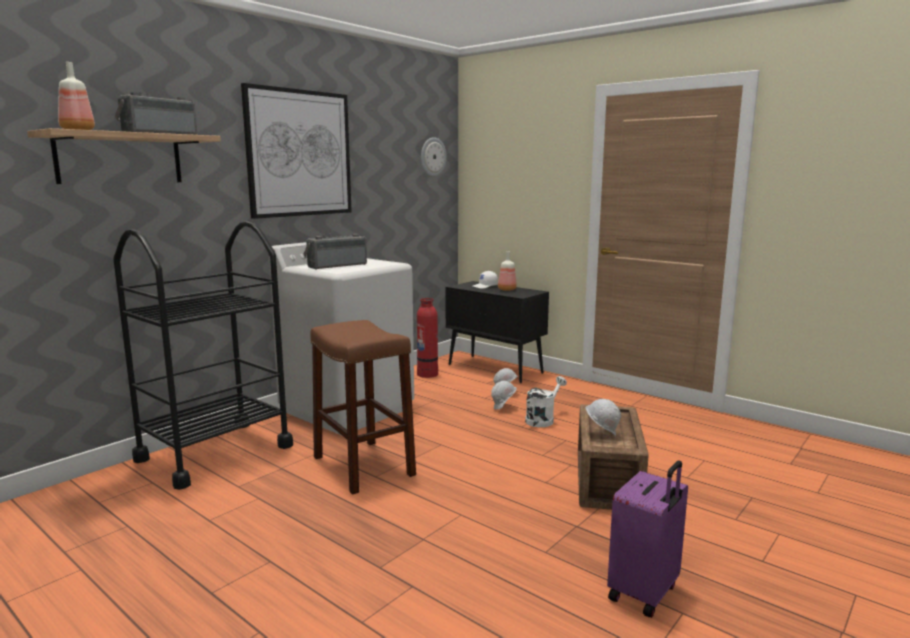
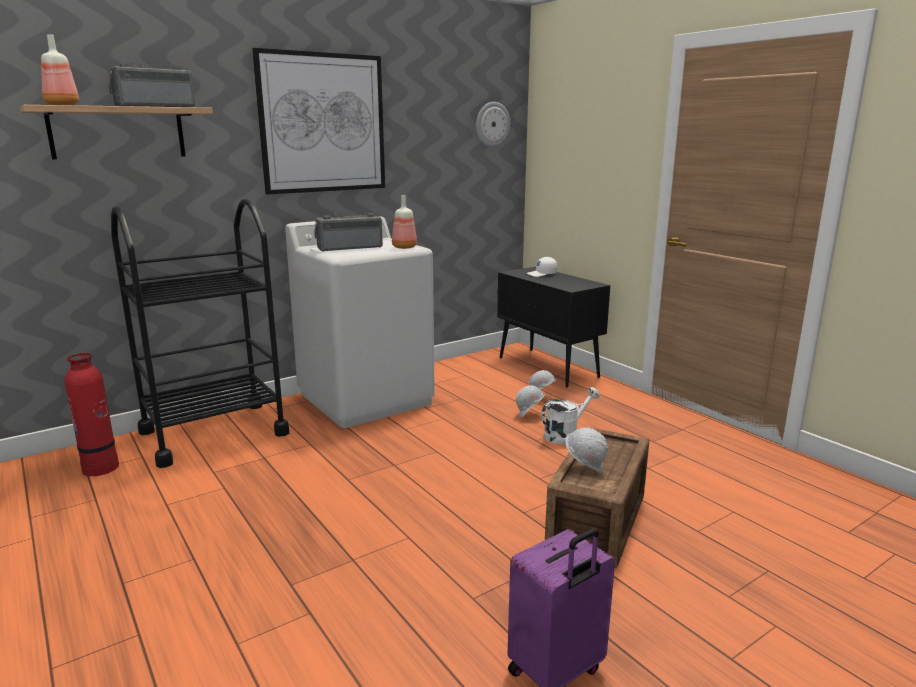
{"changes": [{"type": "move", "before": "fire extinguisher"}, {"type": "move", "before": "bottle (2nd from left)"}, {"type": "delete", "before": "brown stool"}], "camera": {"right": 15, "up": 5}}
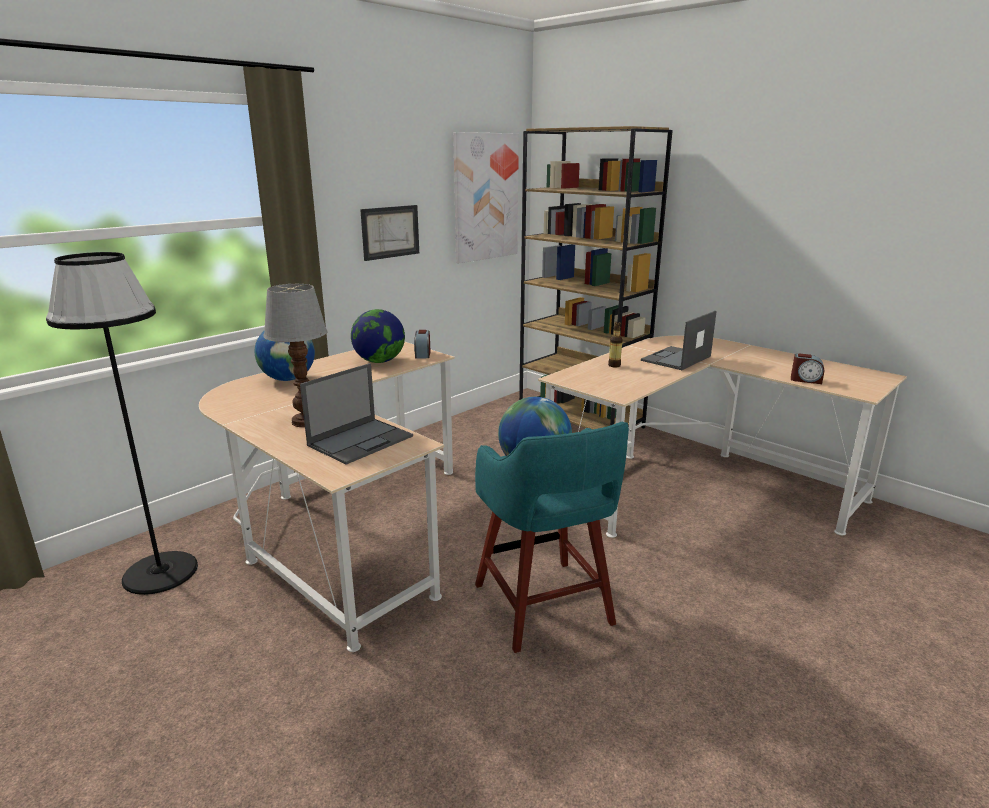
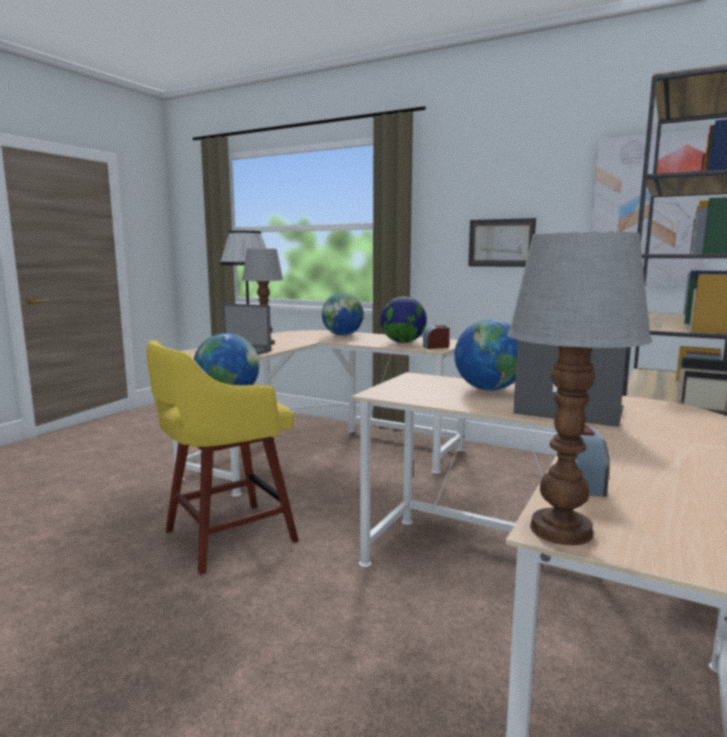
{"changes": [{"type": "recolor", "before": "turquoise stool", "after": "yellow stool"}, {"type": "replace", "before": "bottle", "after": "globe (4th from left)"}, {"type": "insert", "after": "table lamp (2nd from left)"}], "camera": {"right": 75, "up": -10}}
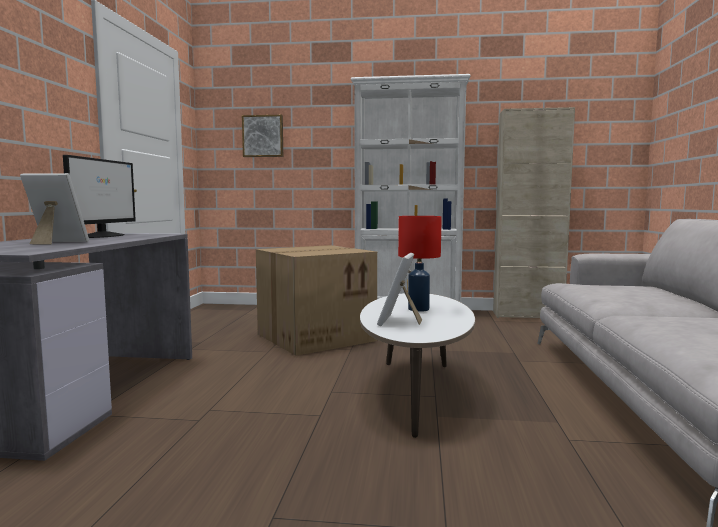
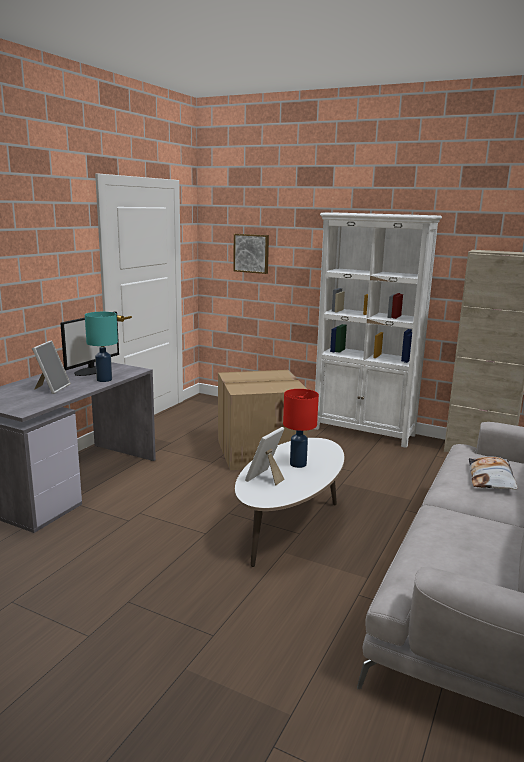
{"changes": [{"type": "rotate", "before": "picture frame (1st from left)", "turn": 75}, {"type": "insert", "after": "turquoise table lamp"}, {"type": "insert", "after": "pillow"}], "camera": {"right": 20, "up": 10}}
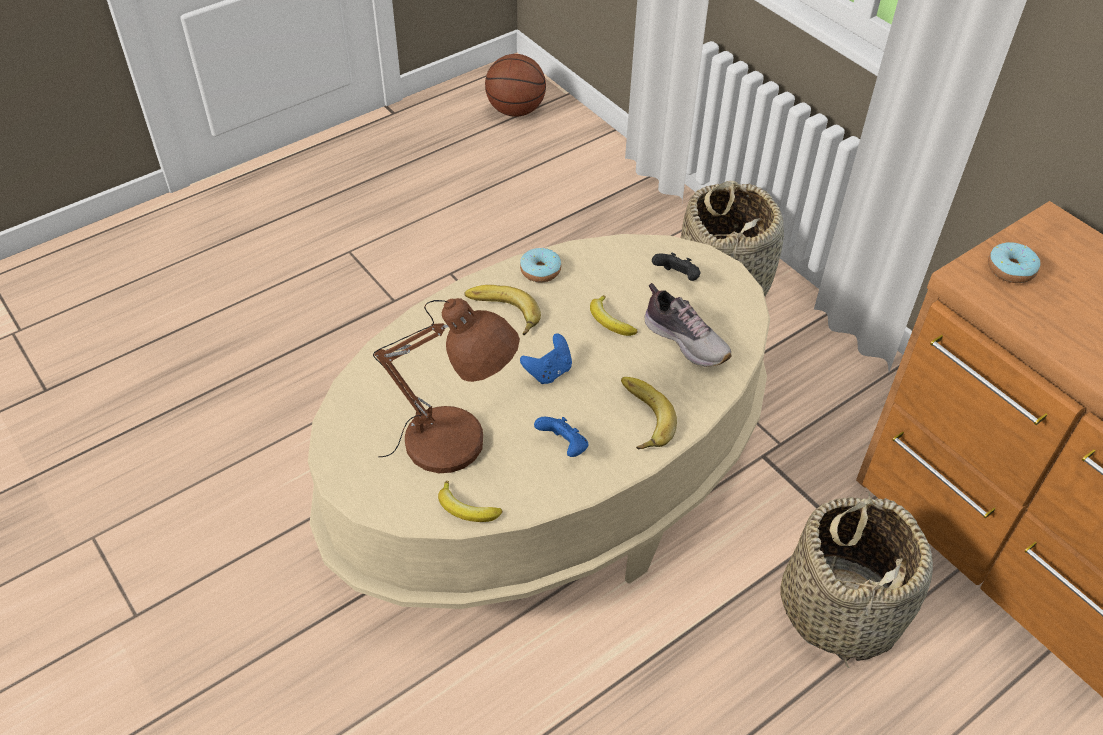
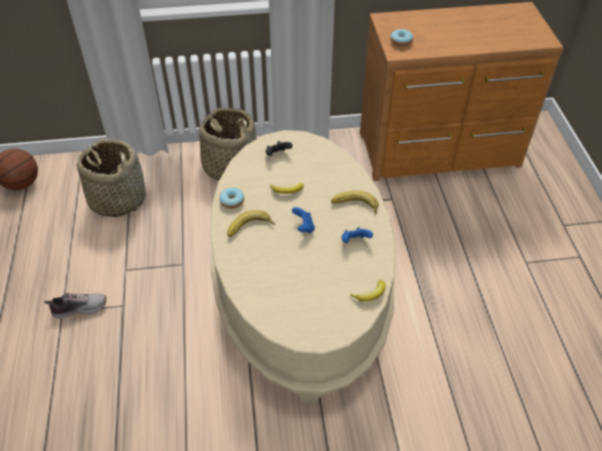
{"changes": [{"type": "move", "before": "shoe"}, {"type": "move", "before": "basket (2nd from left in the first image)", "after": "basket (1st from left)"}, {"type": "delete", "before": "brown table lamp"}], "camera": {"right": -60, "up": 0}}
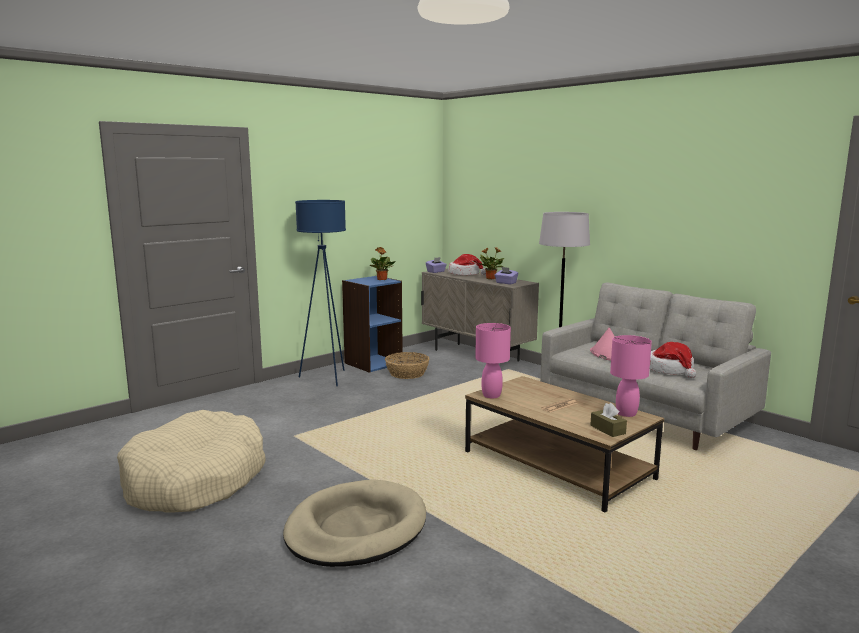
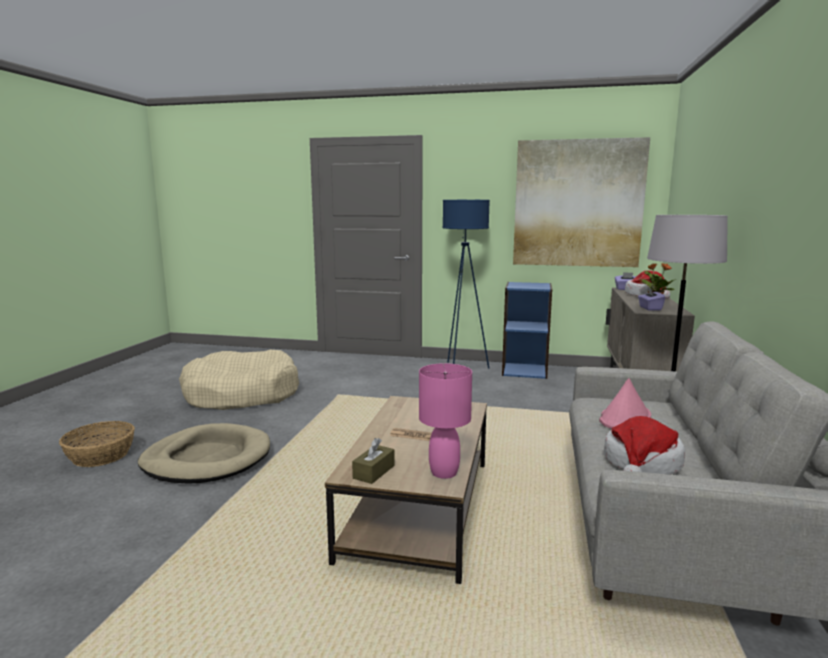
{"changes": [{"type": "move", "before": "basket"}, {"type": "insert", "after": "picture"}, {"type": "delete", "before": "potted plant (1st from left)"}, {"type": "delete", "before": "pink table lamp (1st from left)"}], "camera": {"right": 55, "up": 0}}
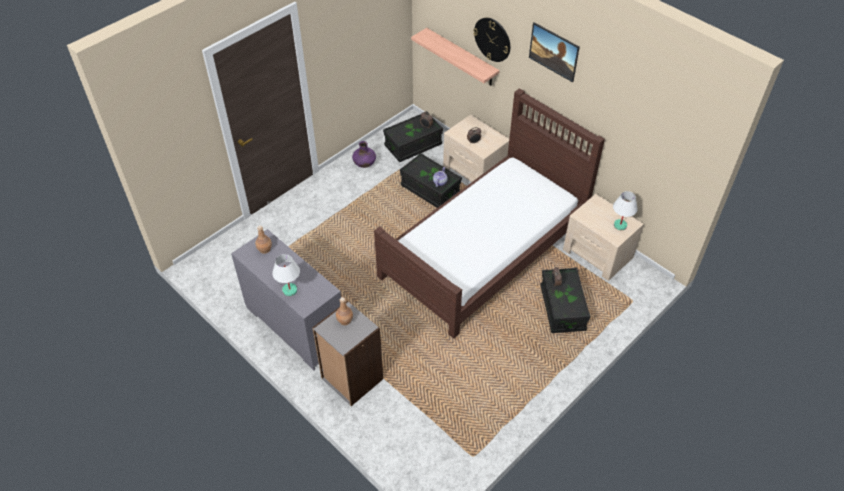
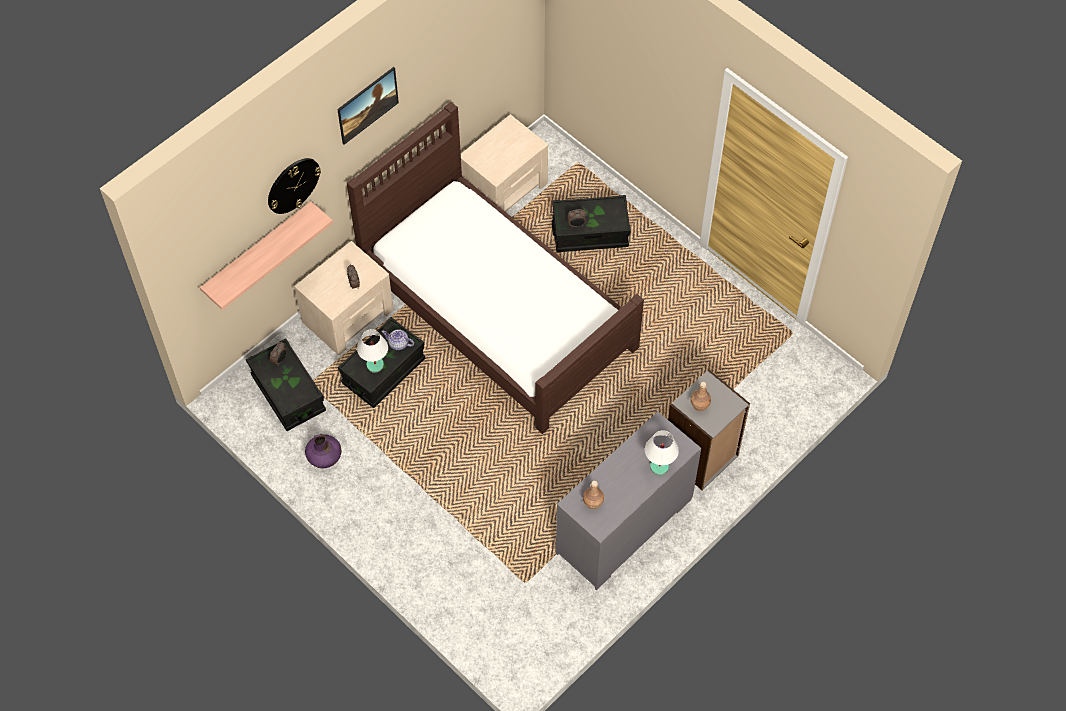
{"changes": [{"type": "move", "before": "white table lamp (2nd from left in the first image)", "after": "white table lamp (1st from left)"}], "camera": {"right": -90, "up": 10}}
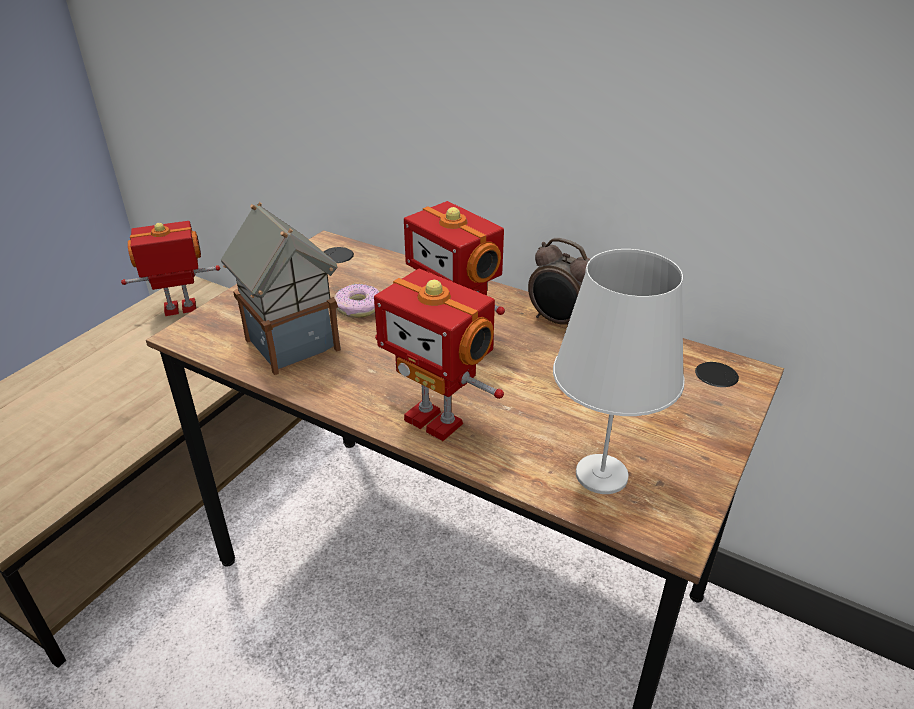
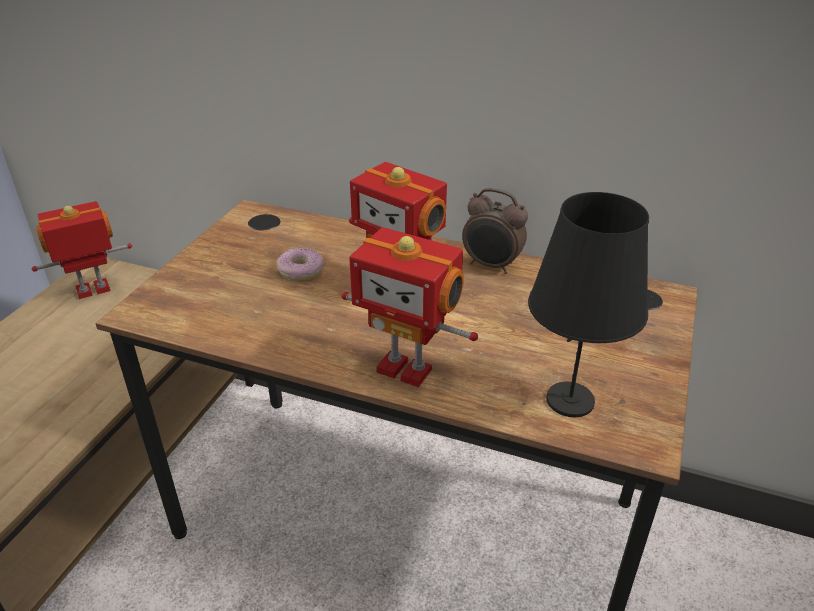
{"changes": [{"type": "recolor", "before": "white table lamp", "after": "black table lamp"}, {"type": "delete", "before": "toy house"}], "camera": {"right": -10, "up": 0}}
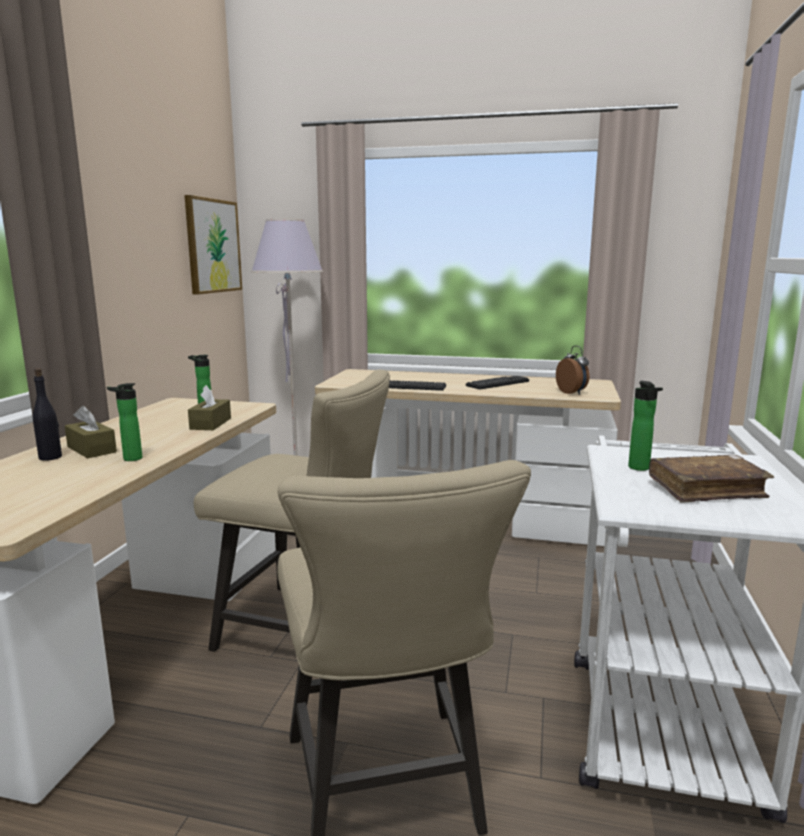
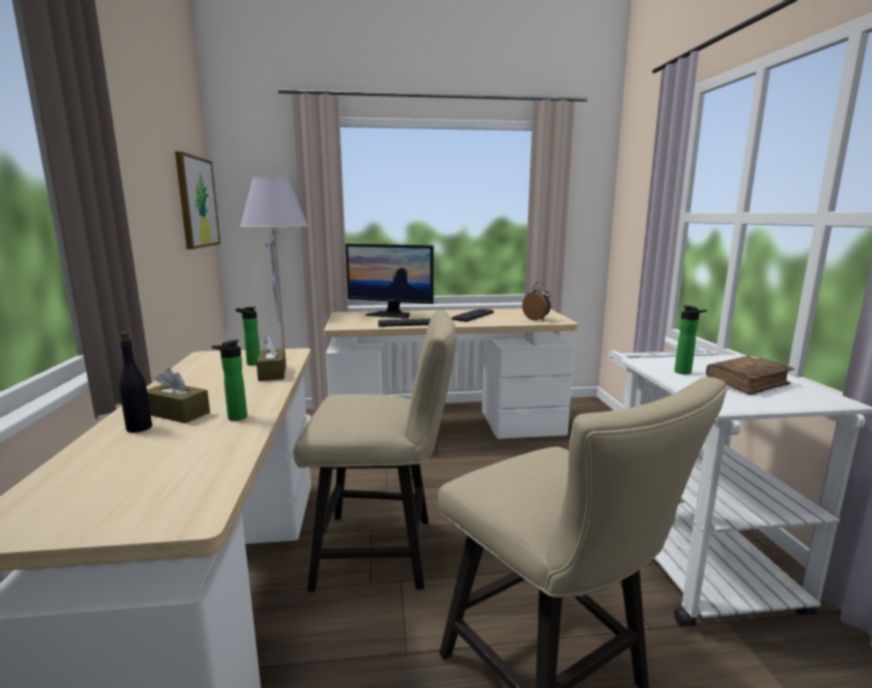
{"changes": [{"type": "insert", "after": "monitor"}], "camera": {"right": -20, "up": 0}}
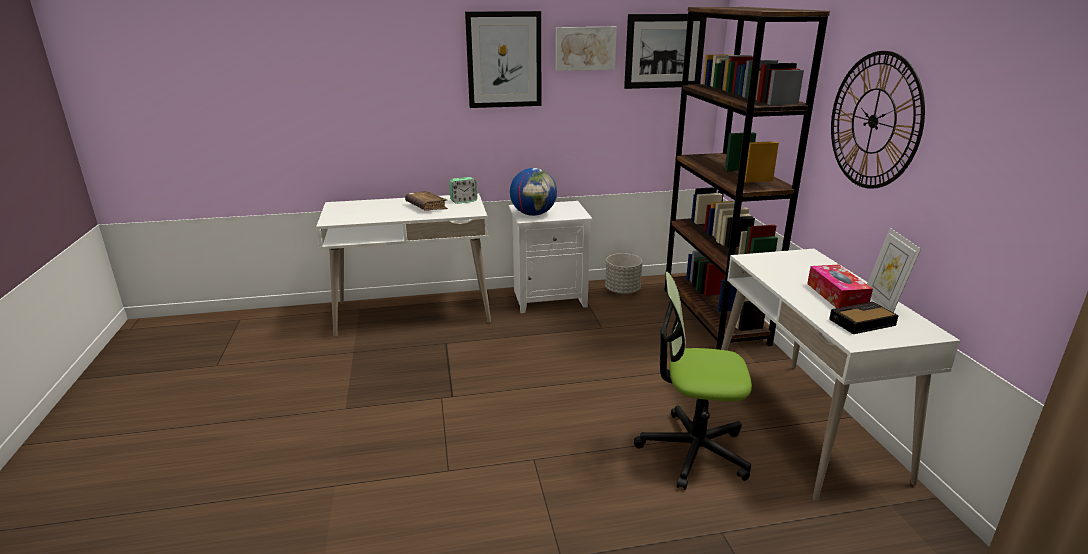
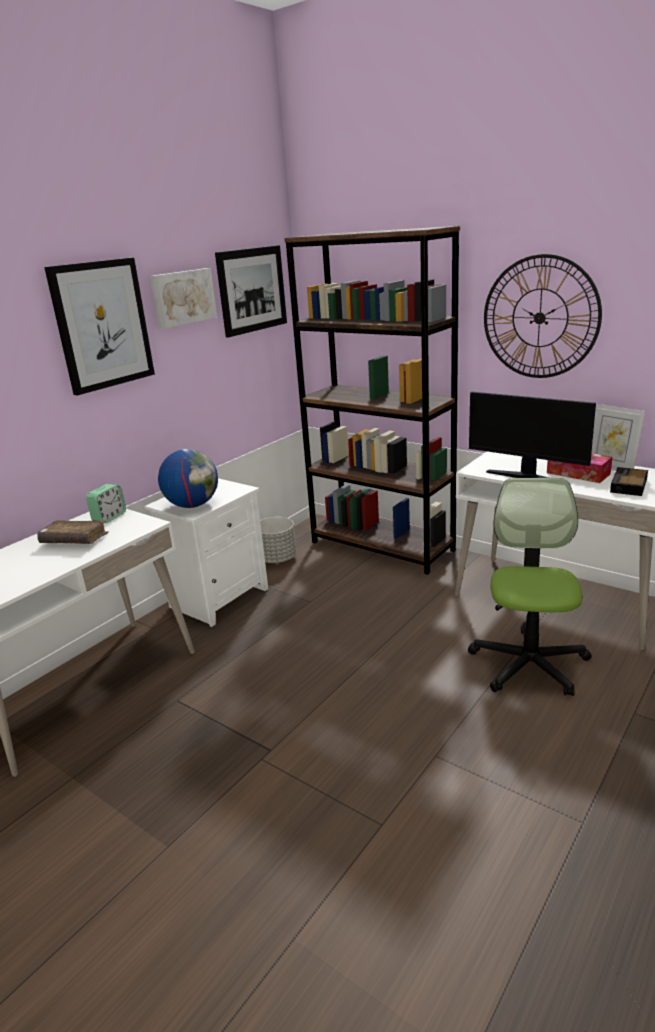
{"changes": [{"type": "rotate", "before": "office chair", "turn": 135}, {"type": "insert", "after": "monitor"}], "camera": {"right": -40, "up": 0}}
